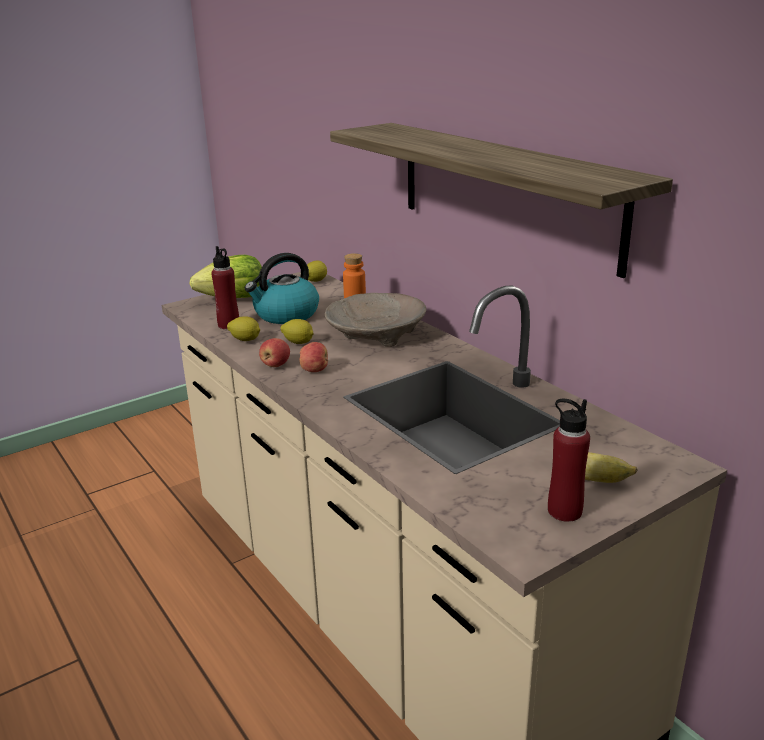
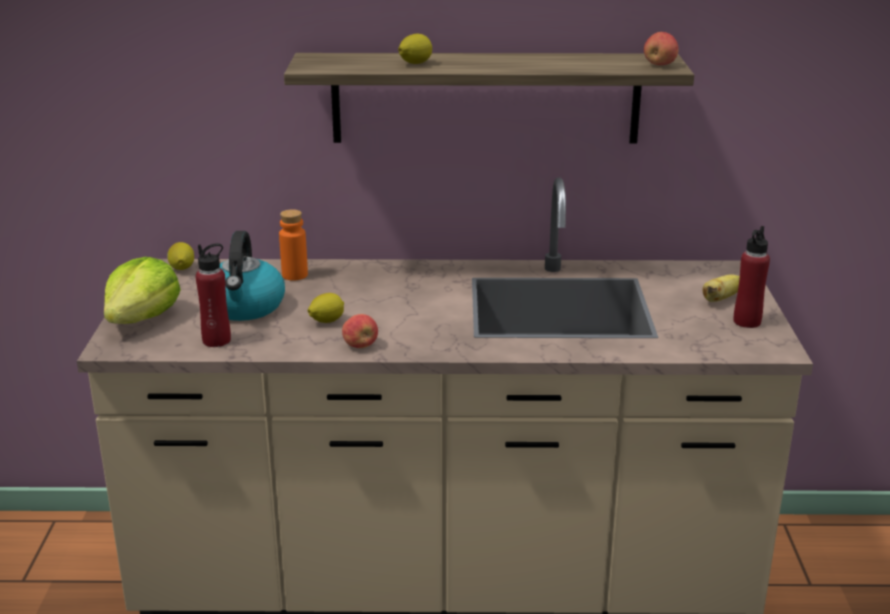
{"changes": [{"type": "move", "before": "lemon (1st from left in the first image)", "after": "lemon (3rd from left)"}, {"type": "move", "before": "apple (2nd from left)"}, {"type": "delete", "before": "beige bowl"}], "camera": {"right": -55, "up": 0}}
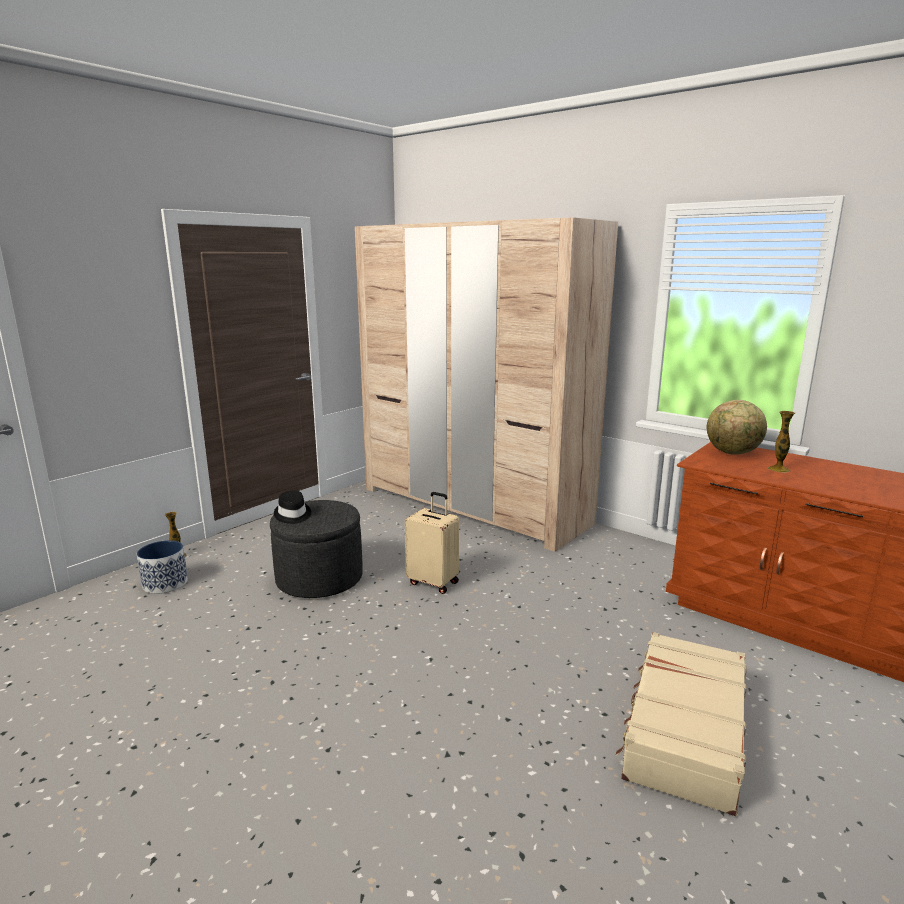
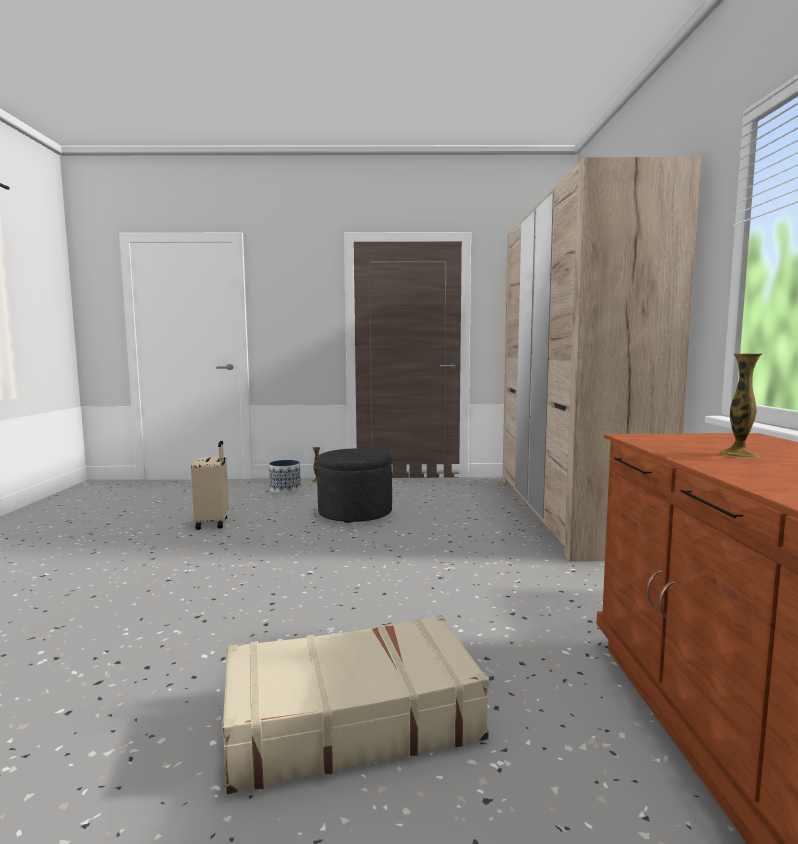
{"changes": [{"type": "move", "before": "beige suitcase (1st from left)"}, {"type": "delete", "before": "black hat"}, {"type": "delete", "before": "globe"}], "camera": {"right": 50, "up": -10}}
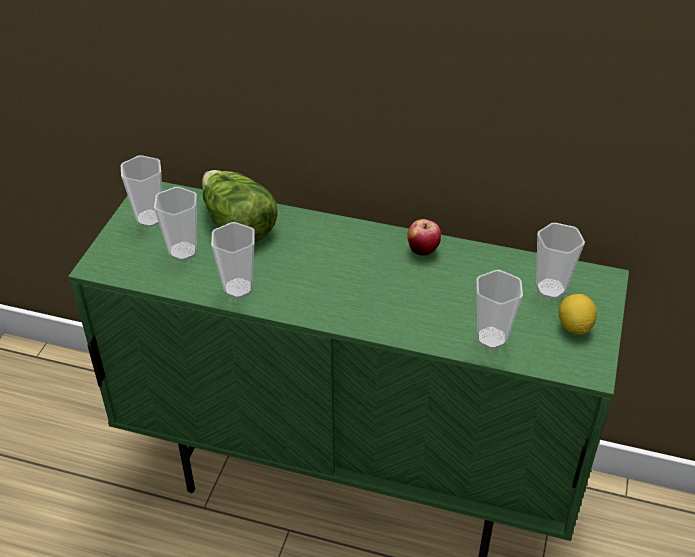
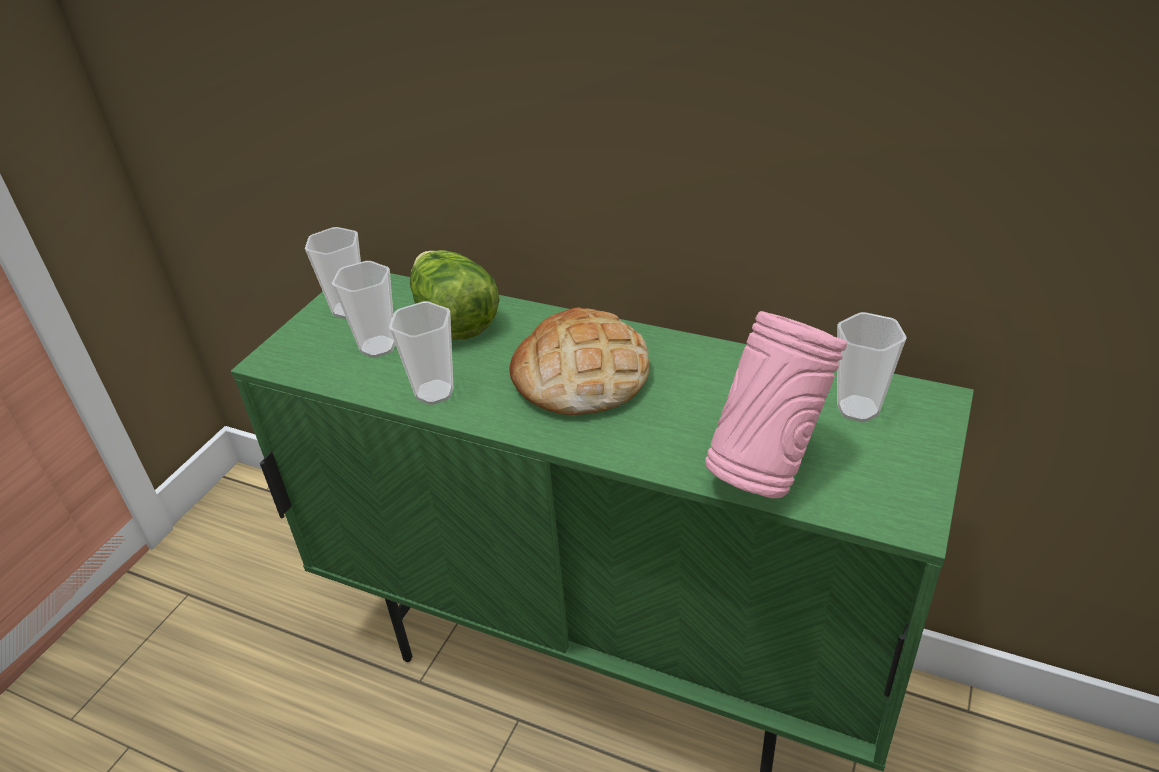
{"changes": [{"type": "insert", "after": "bread"}, {"type": "replace", "before": "cup (4th from left)", "after": "pink vase"}, {"type": "delete", "before": "apple"}, {"type": "delete", "before": "lemon"}], "camera": {"right": 10, "up": -5}}
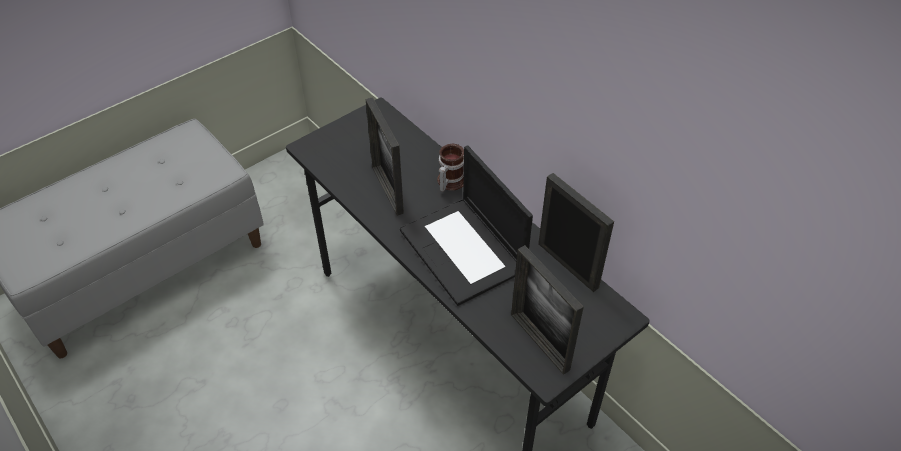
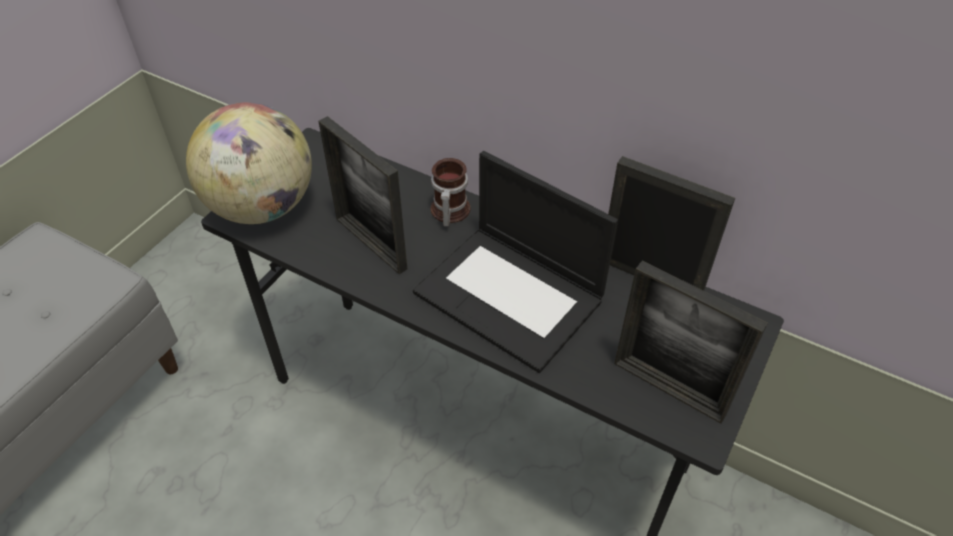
{"changes": [{"type": "insert", "after": "globe"}], "camera": {"right": -20, "up": 0}}
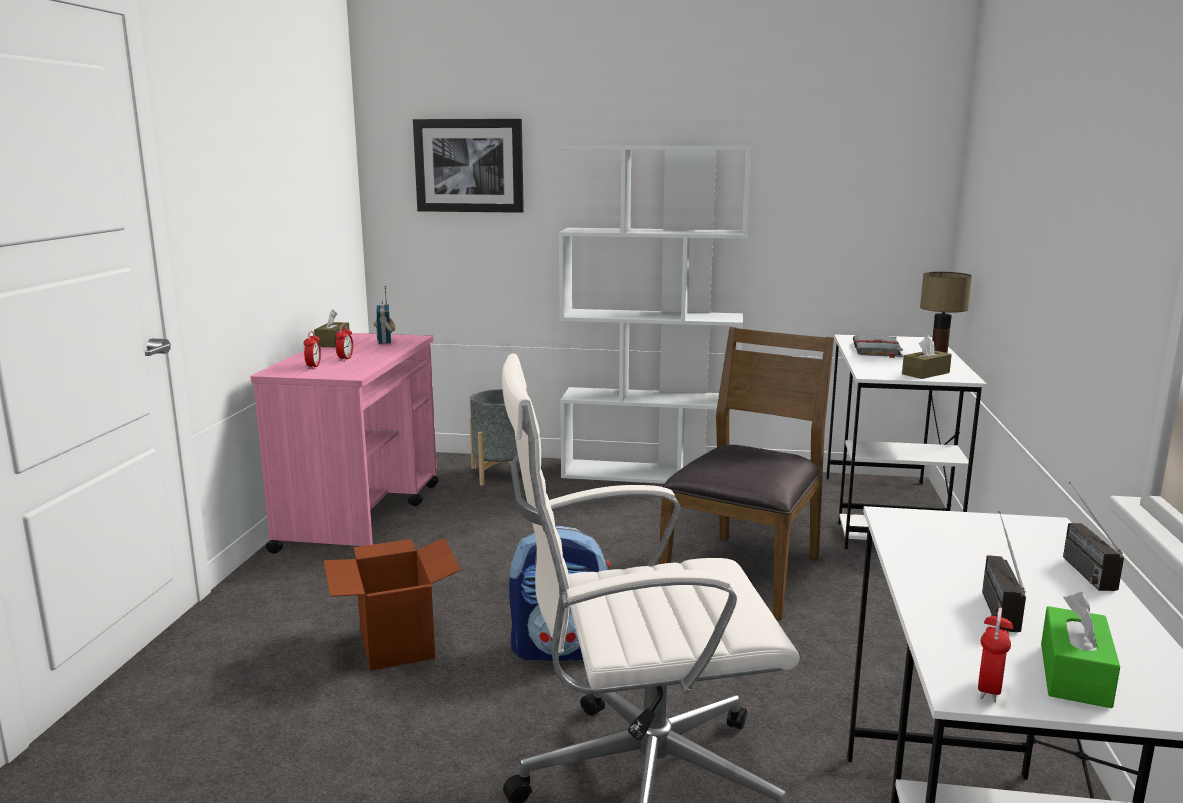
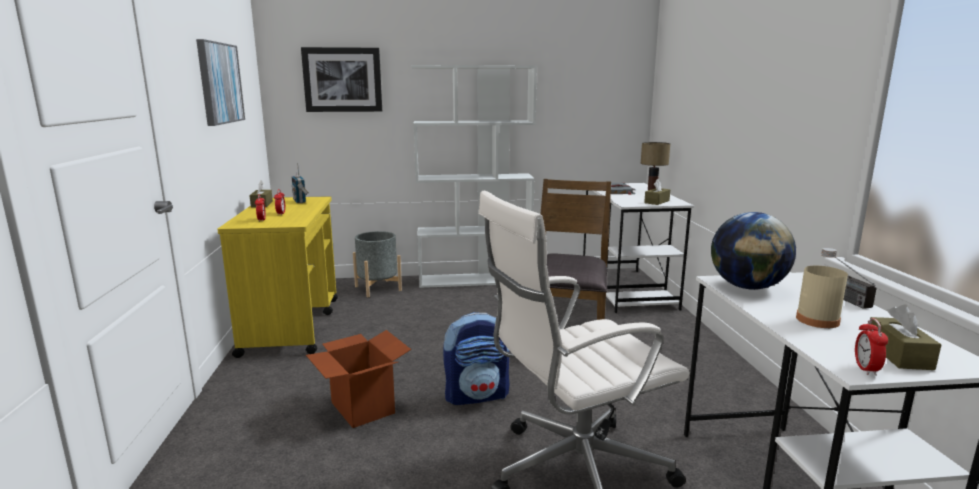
{"changes": [{"type": "insert", "after": "picture (1st from left)"}, {"type": "recolor", "before": "pink cart", "after": "yellow cart"}, {"type": "insert", "after": "globe"}, {"type": "replace", "before": "radio (2nd from left)", "after": "beige bottle"}, {"type": "recolor", "before": "green tissue box", "after": "brown tissue box (3rd from left)"}], "camera": {"right": -15, "up": 0}}
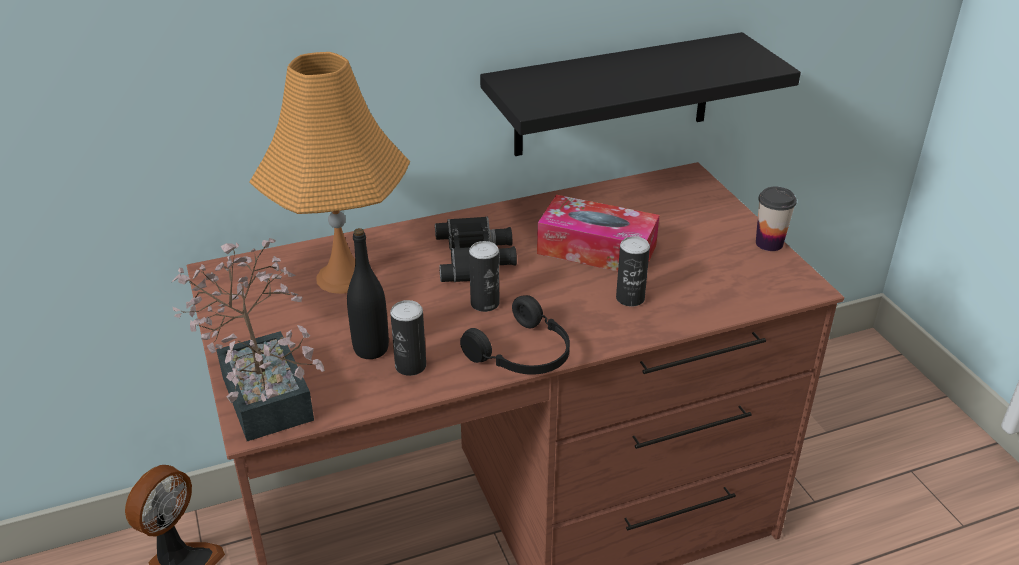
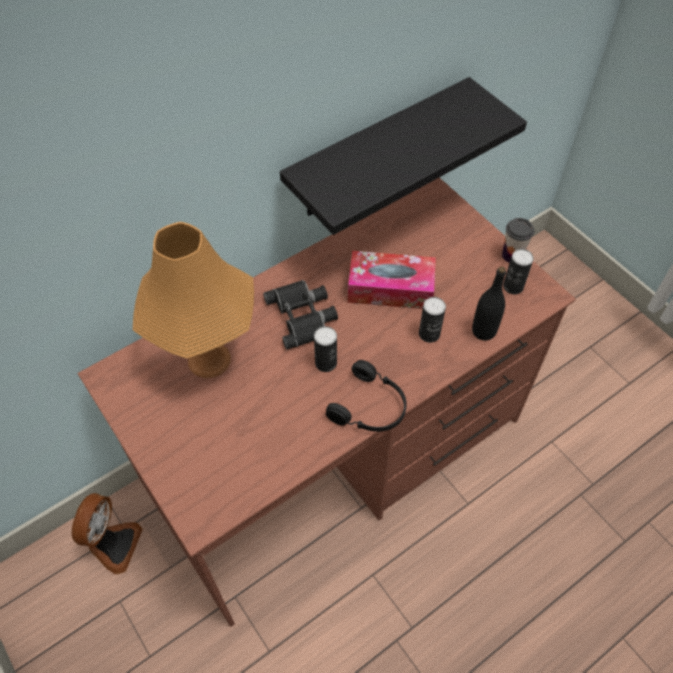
{"changes": [{"type": "move", "before": "black bottle"}, {"type": "move", "before": "can (1st from left in the first image)", "after": "can (3rd from left)"}, {"type": "delete", "before": "potted plant"}], "camera": {"right": -15, "up": 20}}
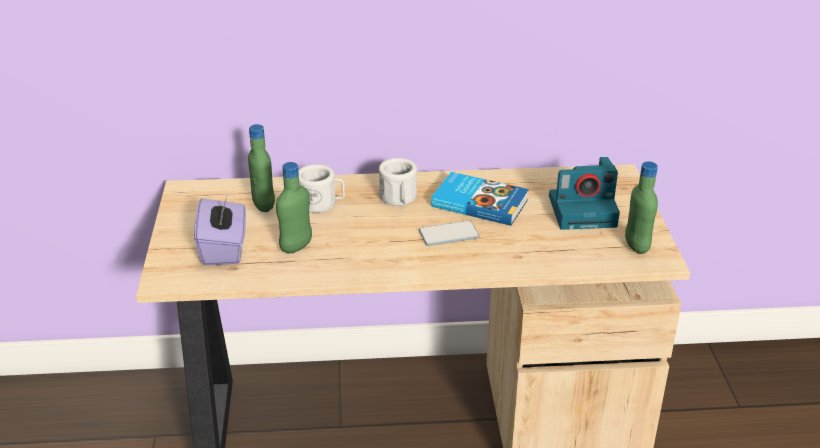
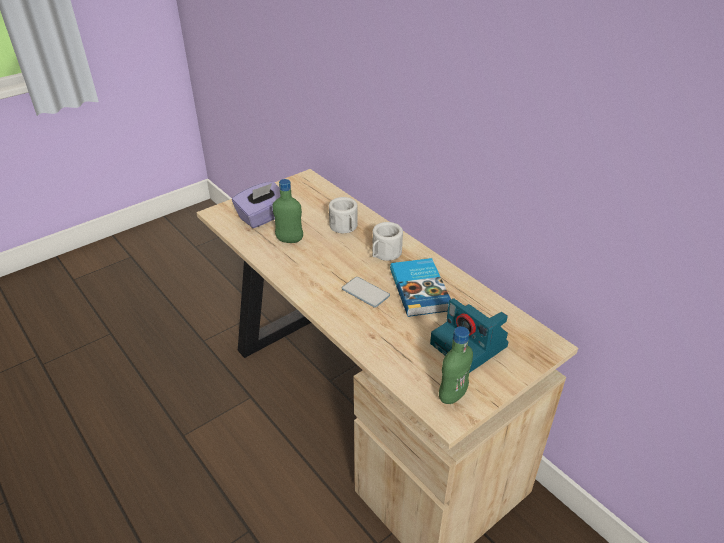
{"changes": [{"type": "delete", "before": "green bottle (1st from left)"}], "camera": {"right": 55, "up": 5}}
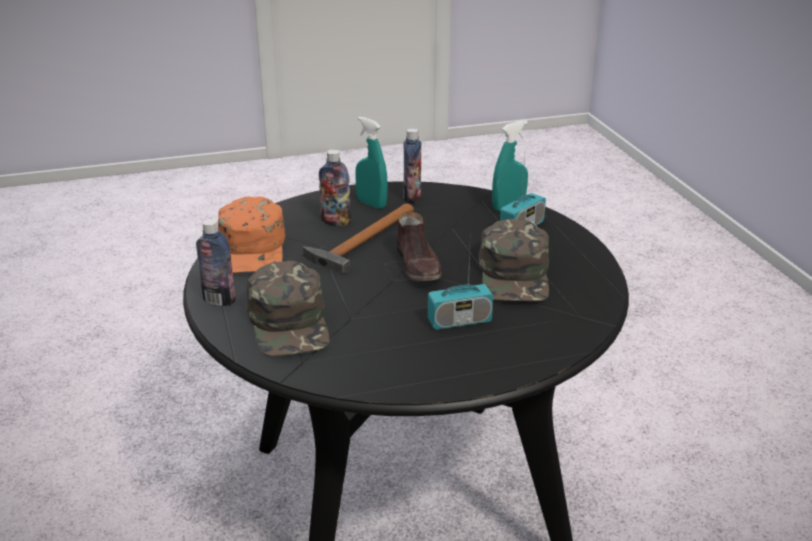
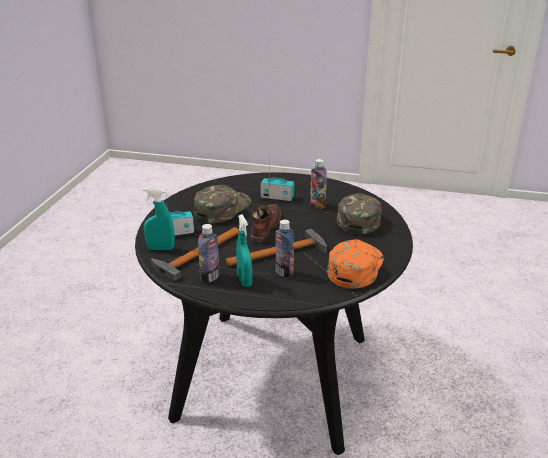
{"changes": [{"type": "insert", "after": "hammer (1st from left)"}, {"type": "move", "before": "bottle (1st from left in the first image)", "after": "bottle (3rd from left)"}], "camera": {"right": -150, "up": 0}}
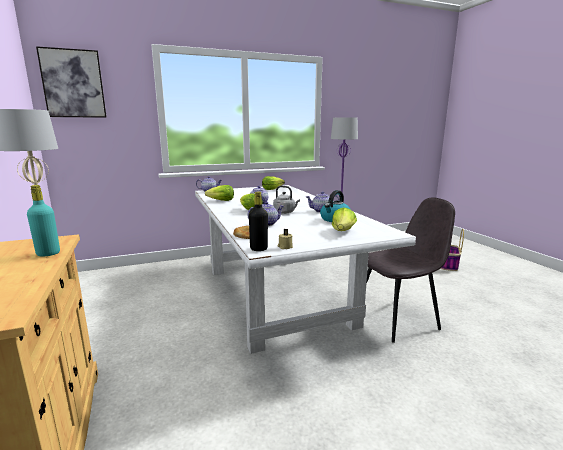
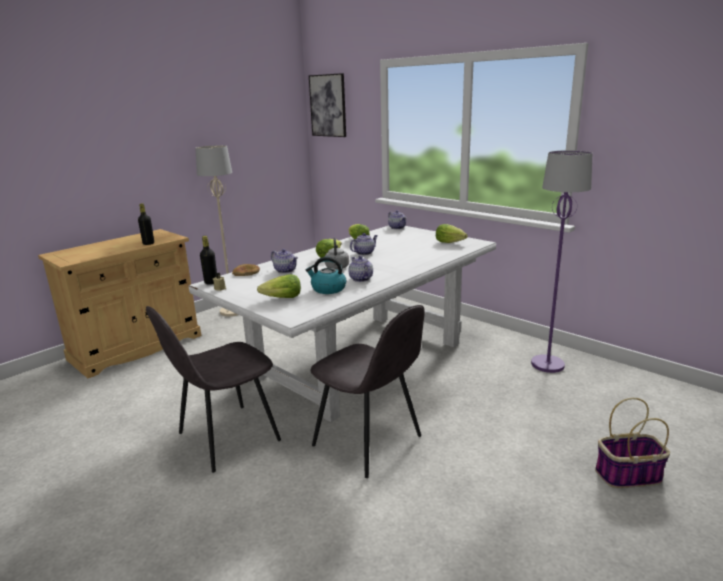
{"changes": [{"type": "recolor", "before": "turquoise bottle", "after": "black bottle (1st from left)"}, {"type": "insert", "after": "grey chair (1st from left)"}], "camera": {"right": 65, "up": 5}}
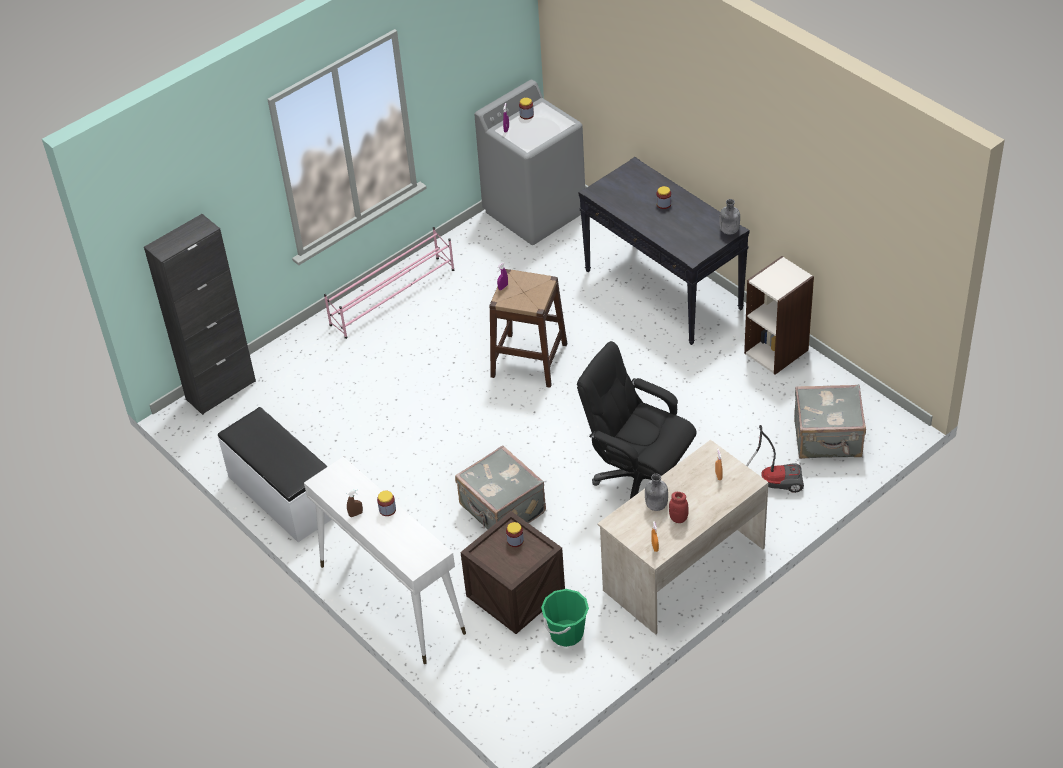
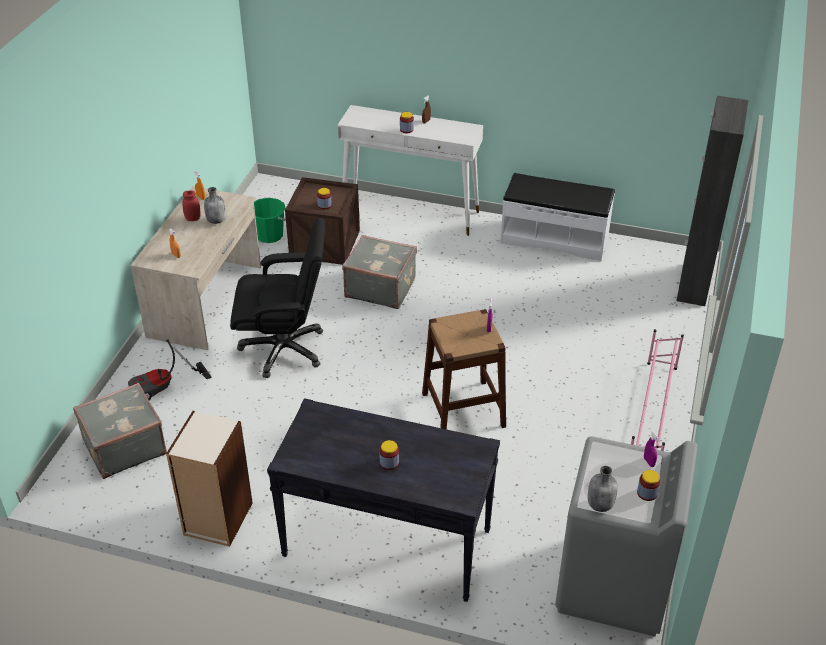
{"changes": [{"type": "move", "before": "grey bottle (2nd from left)"}], "camera": {"right": 145, "up": -5}}
